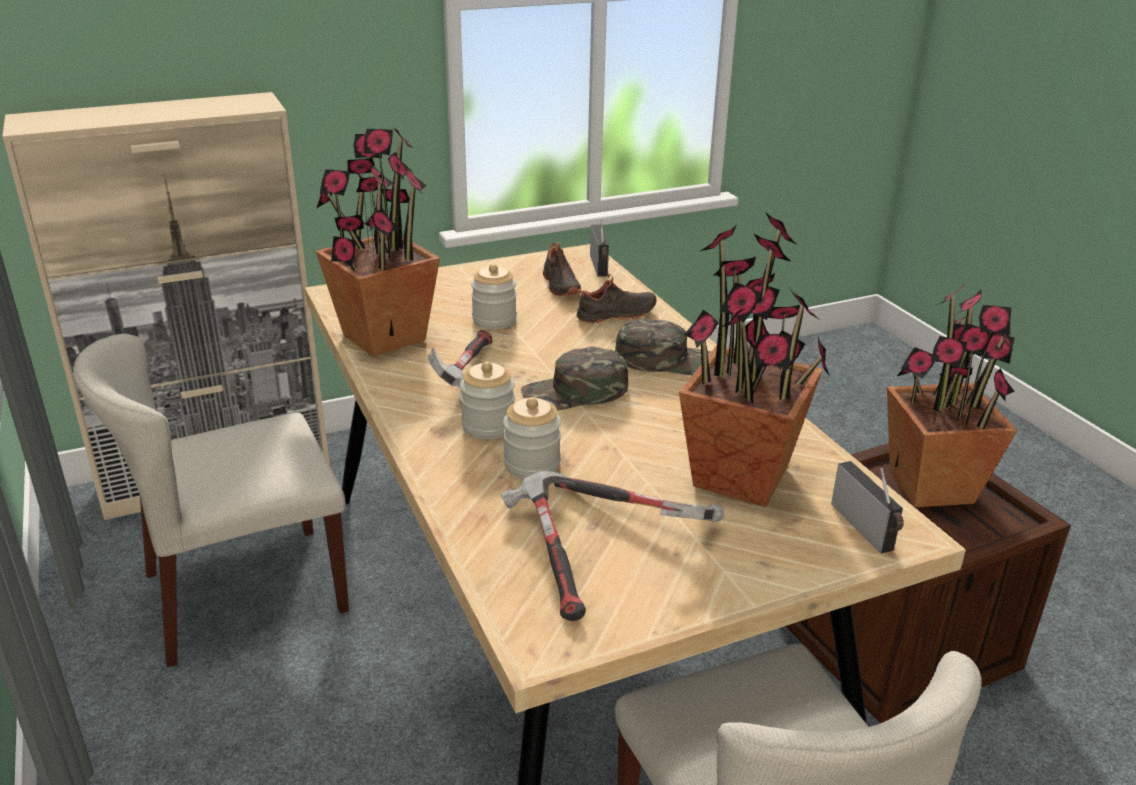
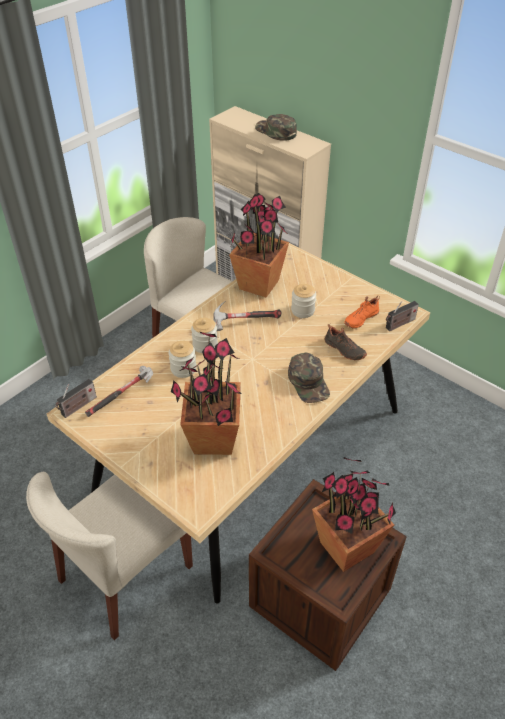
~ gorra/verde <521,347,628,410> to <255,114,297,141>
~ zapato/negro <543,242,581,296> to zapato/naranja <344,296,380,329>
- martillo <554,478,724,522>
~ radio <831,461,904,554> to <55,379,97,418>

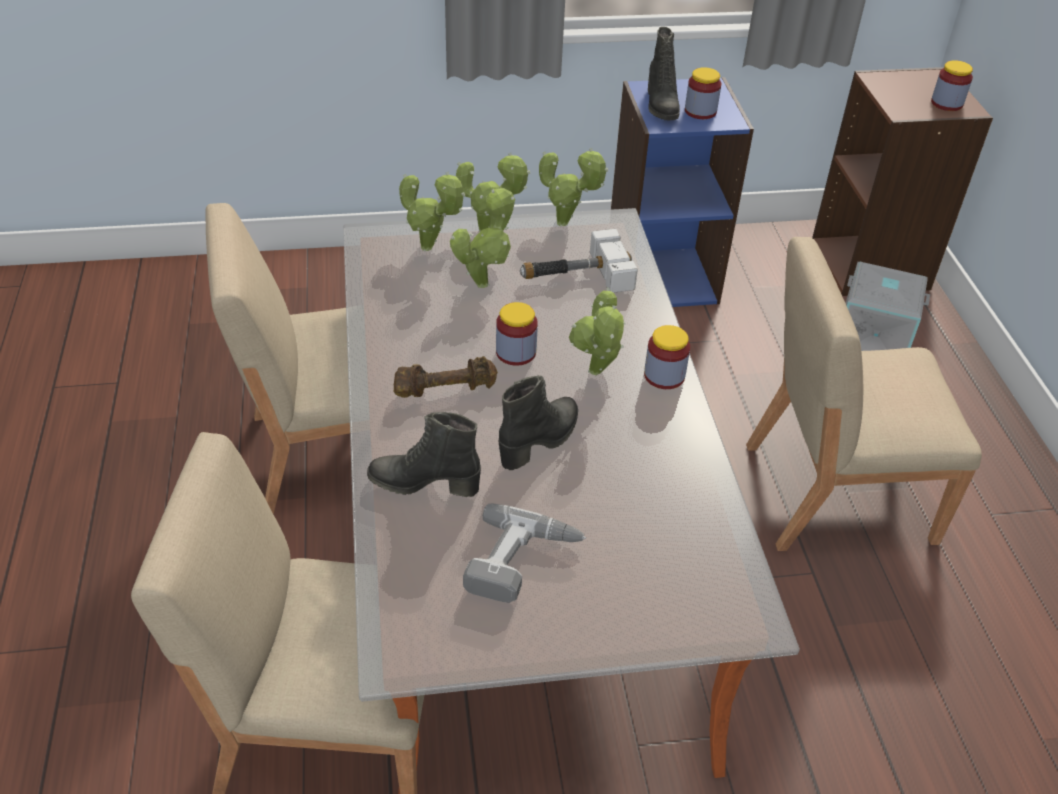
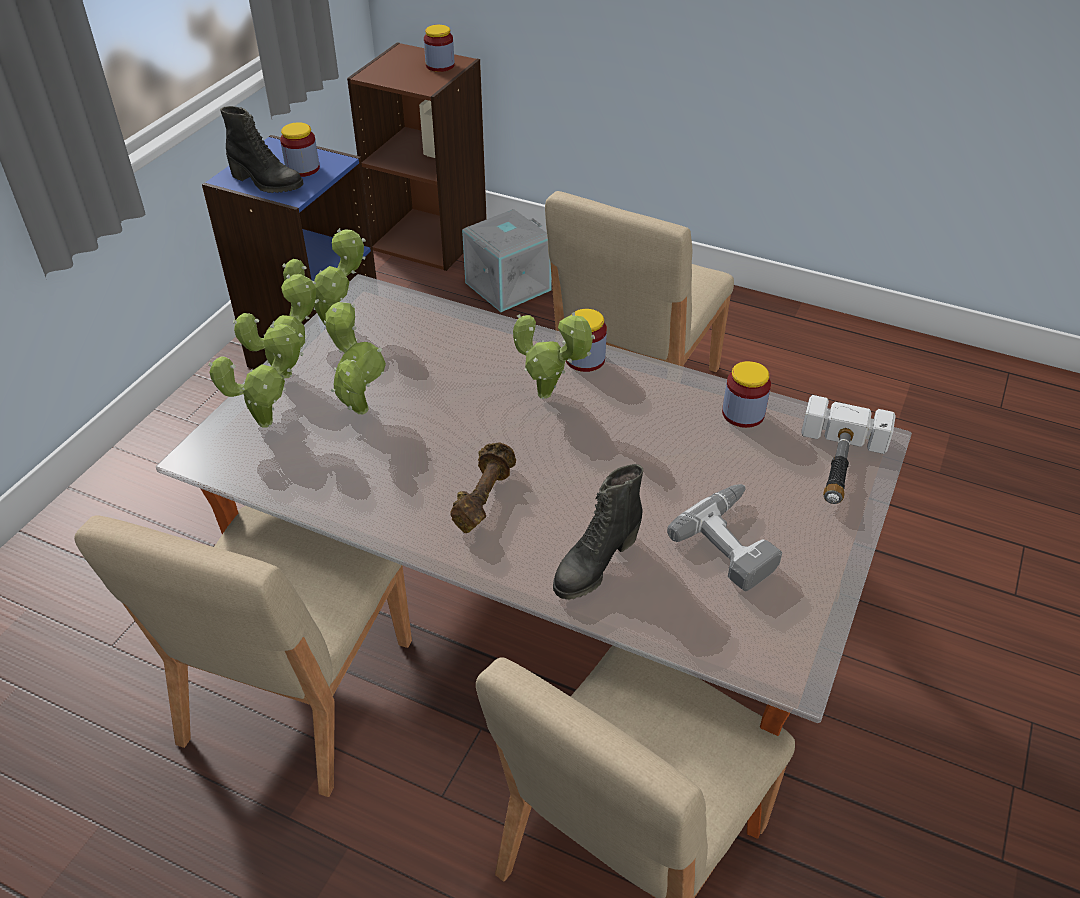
~ tarro <496,302,538,366> to <722,361,771,428>
- bota/negro <499,375,578,470>
~ martillo <520,229,638,293> to <801,395,896,504>

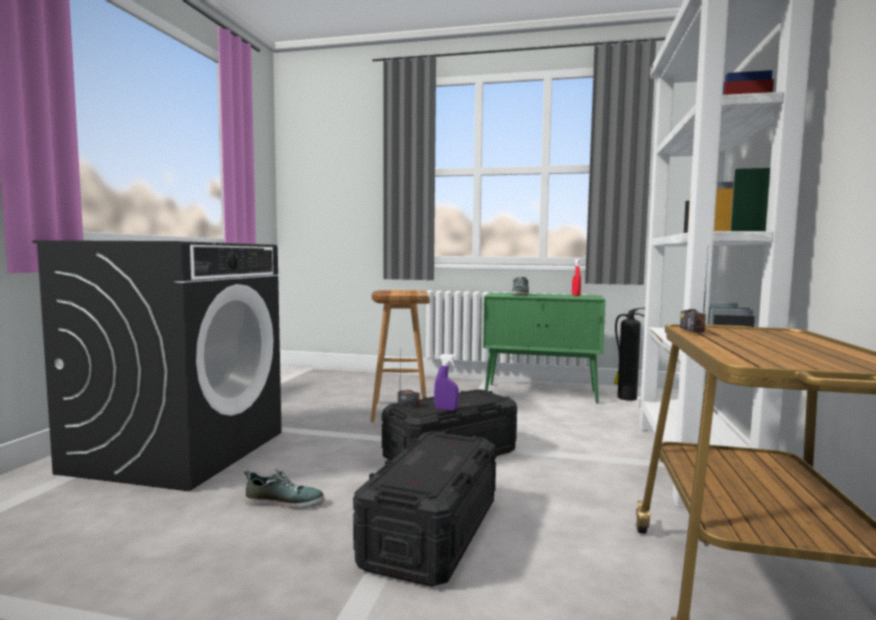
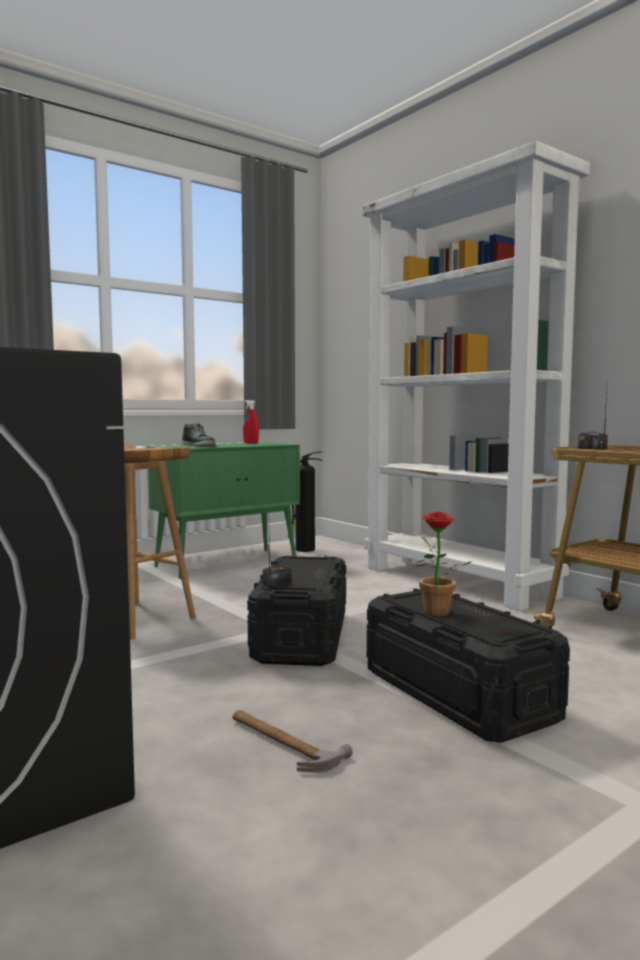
~ zapato <244,469,324,509> to martillo <233,710,353,772>
- pulverizador/morado <434,354,459,411>
+ planta en maceta <416,512,473,617>

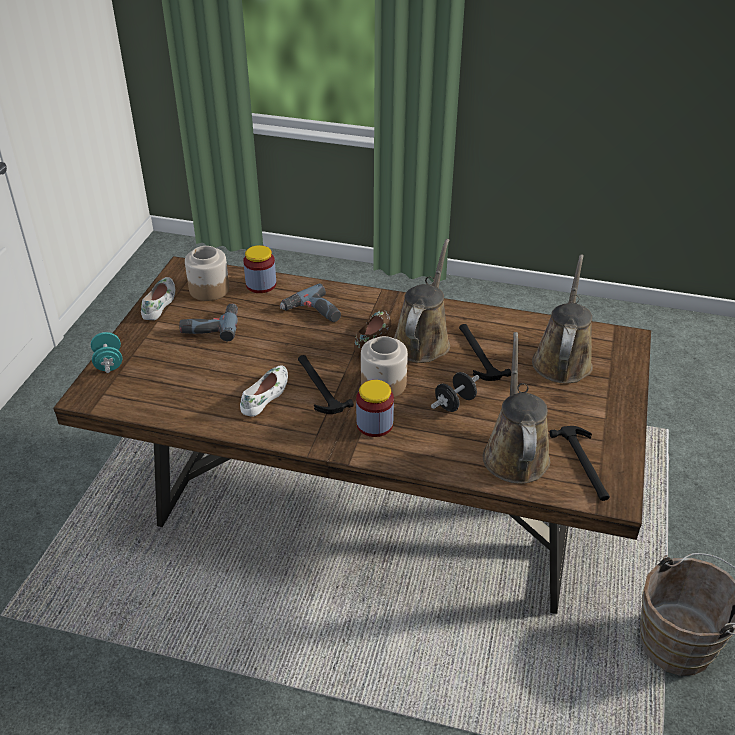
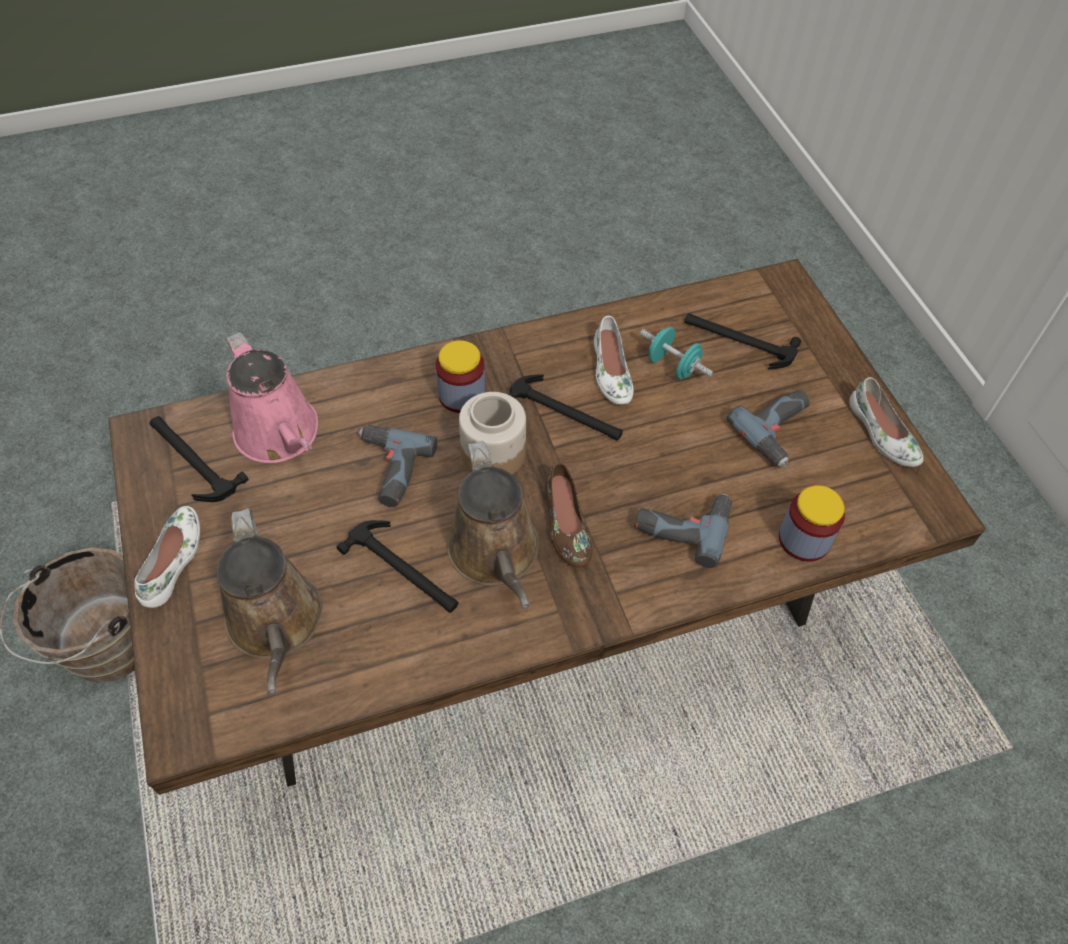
~ mancuerna/turquesa <91,332,122,373> to <640,327,713,379>
- tarro <185,246,229,301>
~ mancuerna/negro <431,372,479,412> to taladro <359,425,437,507>
~ regadera/marrón <483,332,550,484> to regadera/rosa <226,332,318,463>
+ zapato/blanco <134,506,200,608>
+ martillo <684,313,801,369>

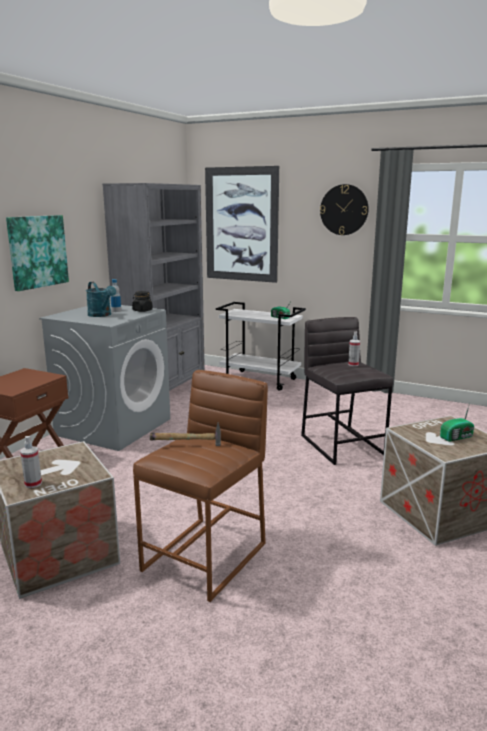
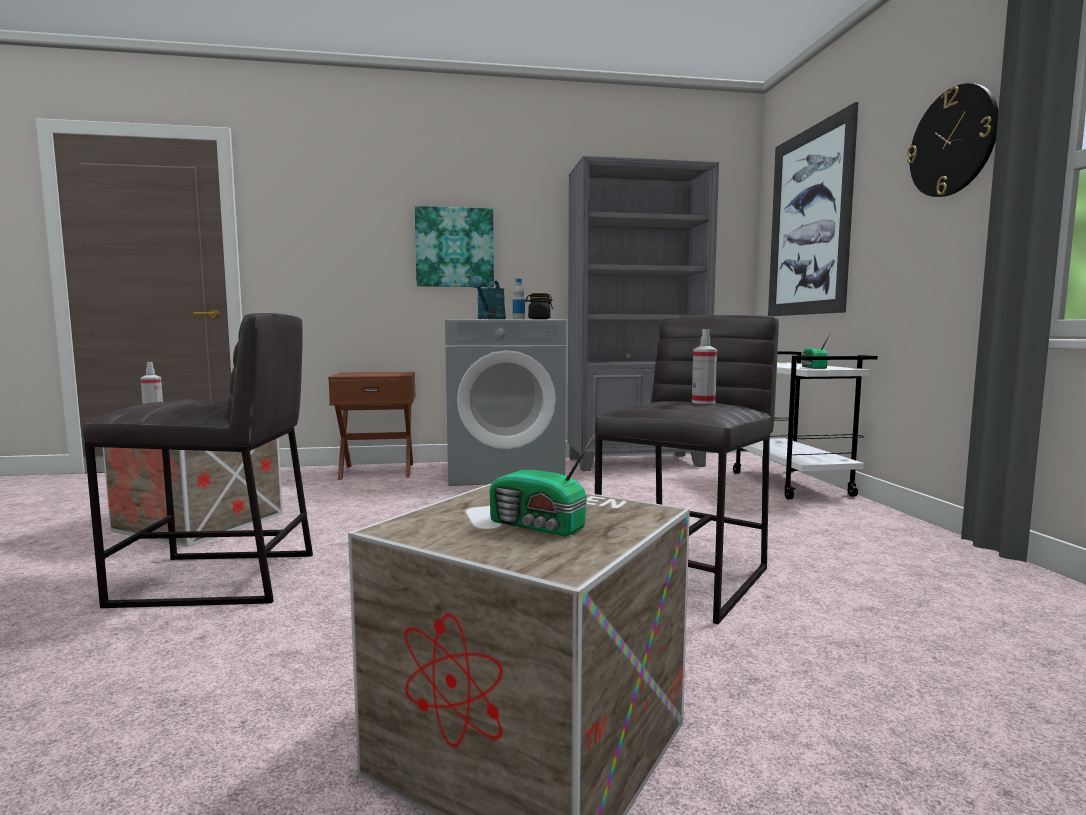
~ taburete/marrón <133,370,268,602> to taburete/gris <83,313,313,608>
- martillo <150,422,221,446>

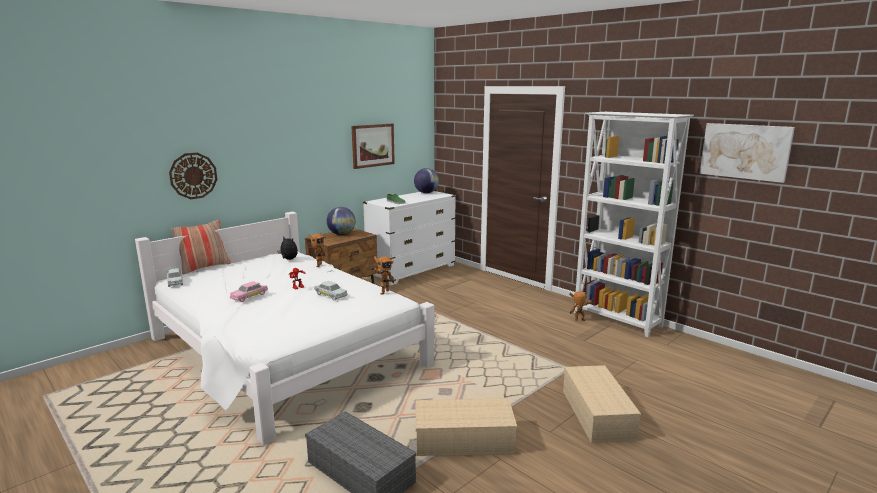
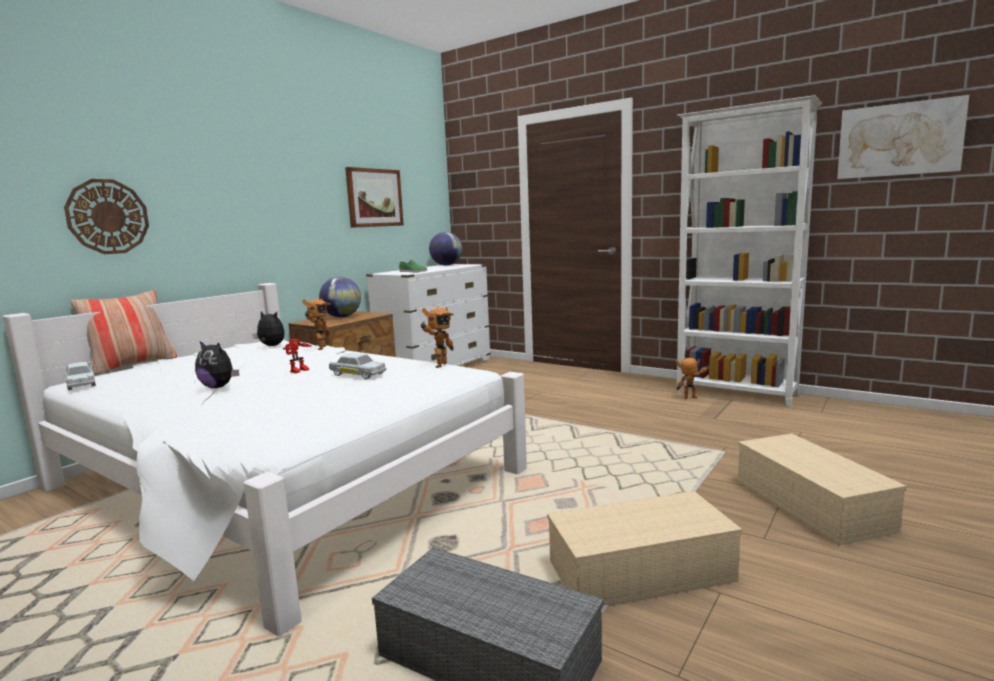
~ coche de juguete/rosa <230,281,268,302> to peluche <195,341,239,388>

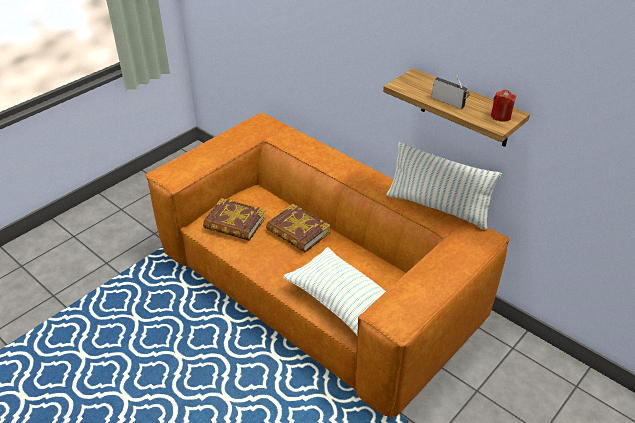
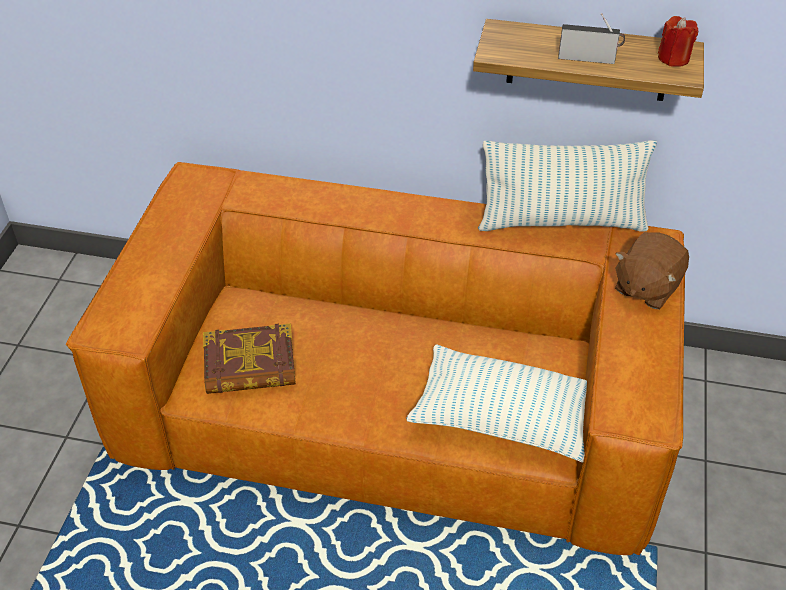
- libro <266,204,331,252>
+ peluche/marrón <615,232,689,309>

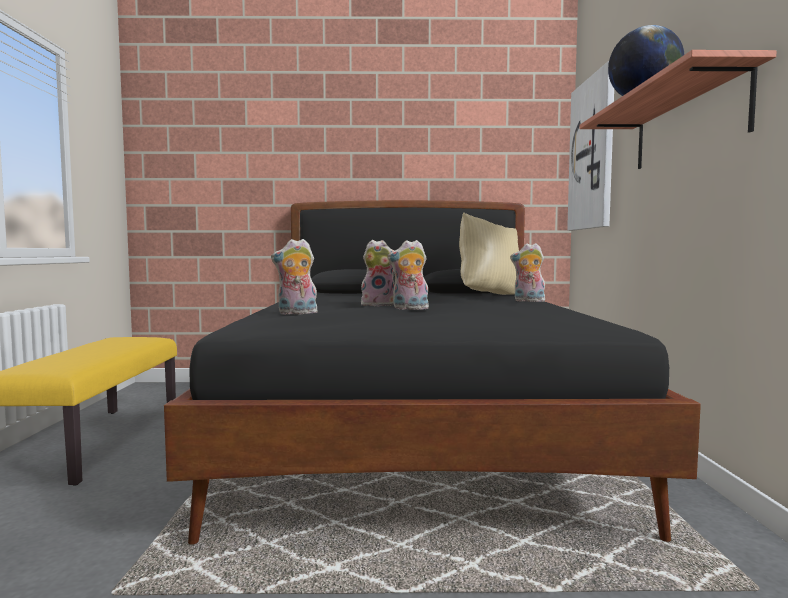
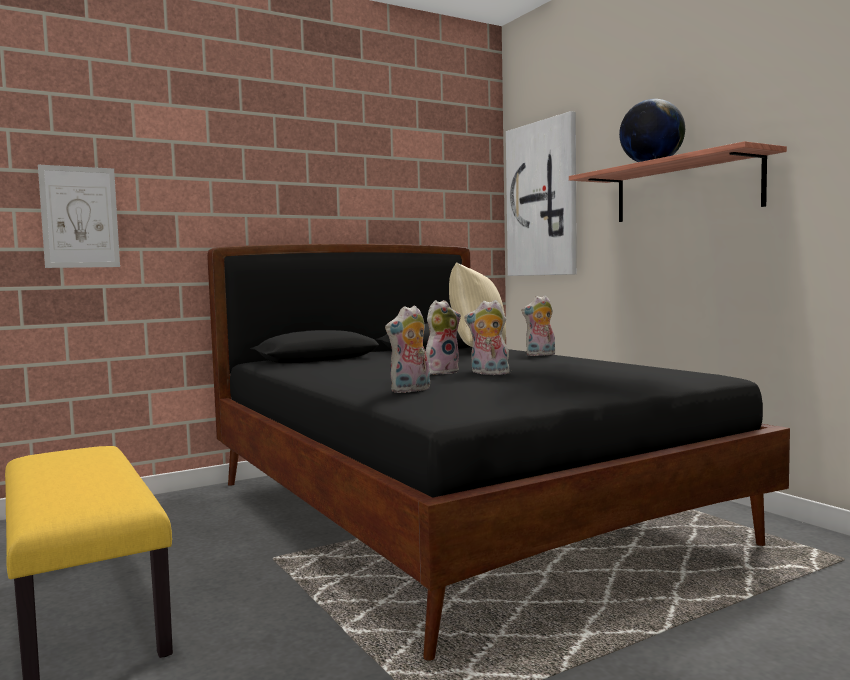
~ peluche <387,240,429,310> = <464,300,511,375> 45 degrees clockwise
+ cuadro <38,165,120,268>

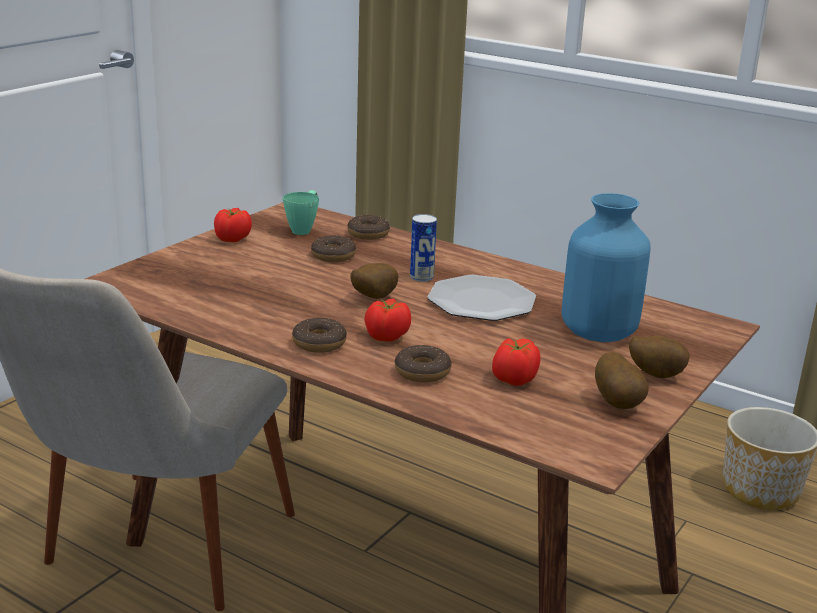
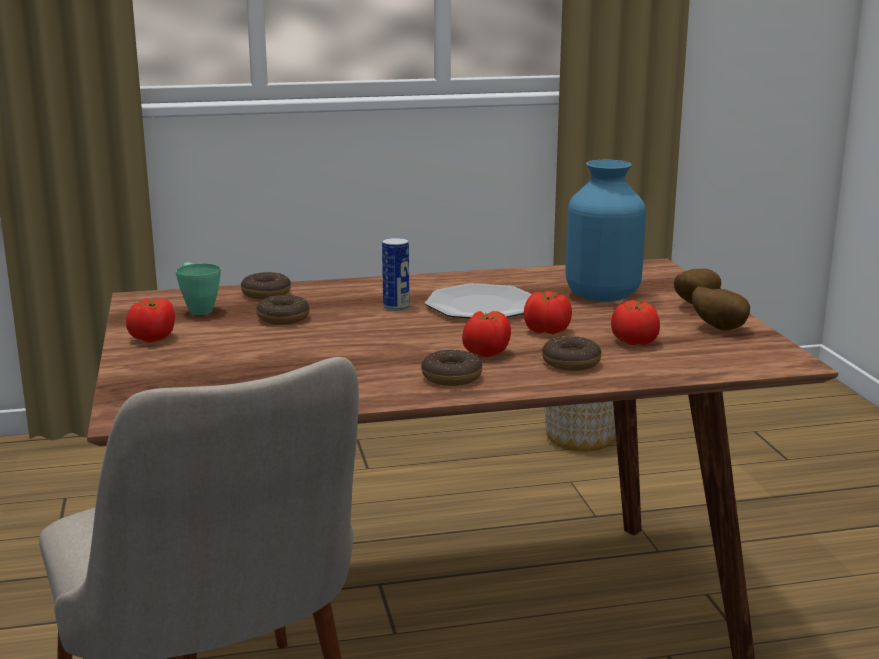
- patata <350,263,399,299>
+ tomate <523,291,572,334>

